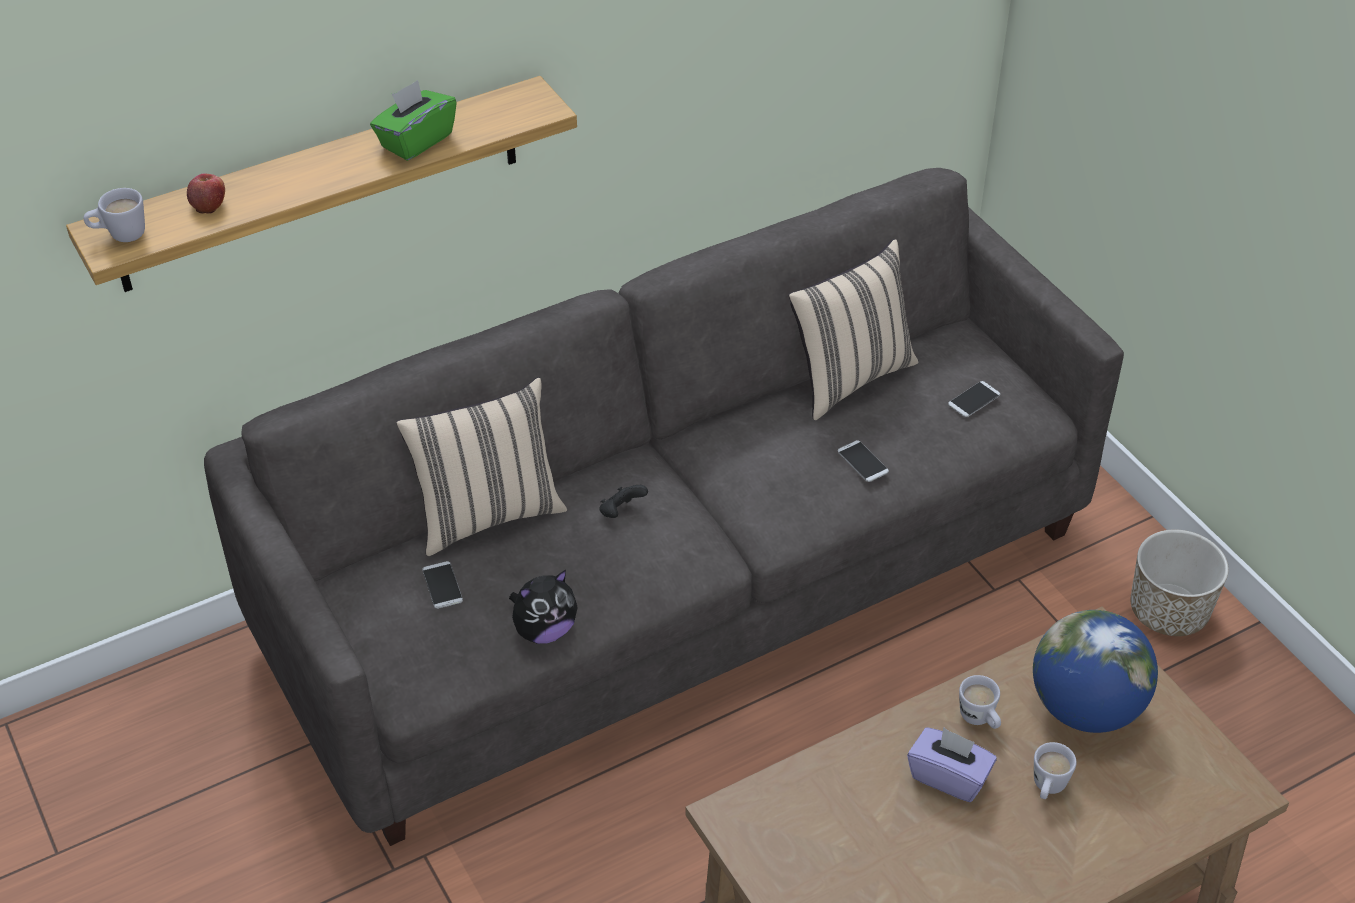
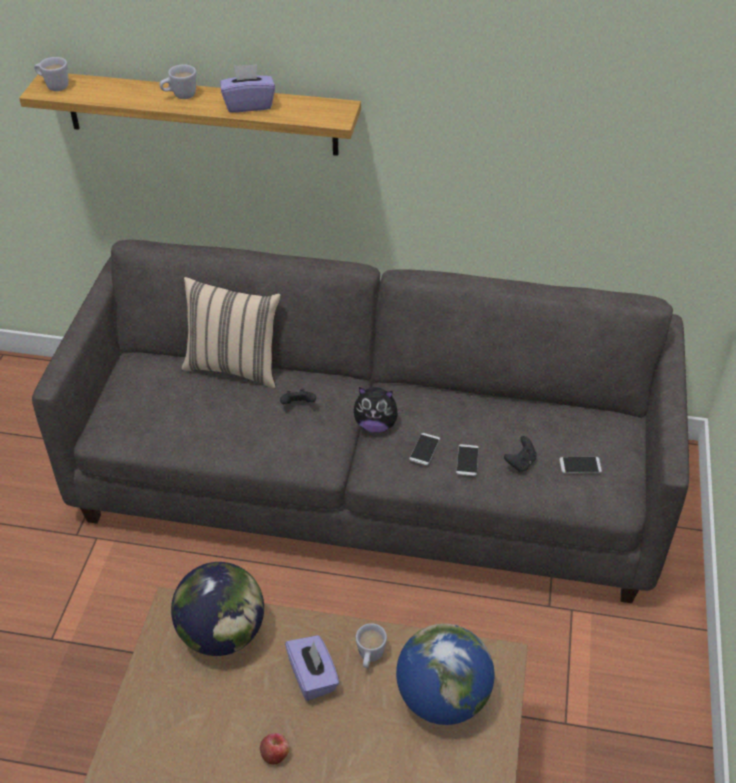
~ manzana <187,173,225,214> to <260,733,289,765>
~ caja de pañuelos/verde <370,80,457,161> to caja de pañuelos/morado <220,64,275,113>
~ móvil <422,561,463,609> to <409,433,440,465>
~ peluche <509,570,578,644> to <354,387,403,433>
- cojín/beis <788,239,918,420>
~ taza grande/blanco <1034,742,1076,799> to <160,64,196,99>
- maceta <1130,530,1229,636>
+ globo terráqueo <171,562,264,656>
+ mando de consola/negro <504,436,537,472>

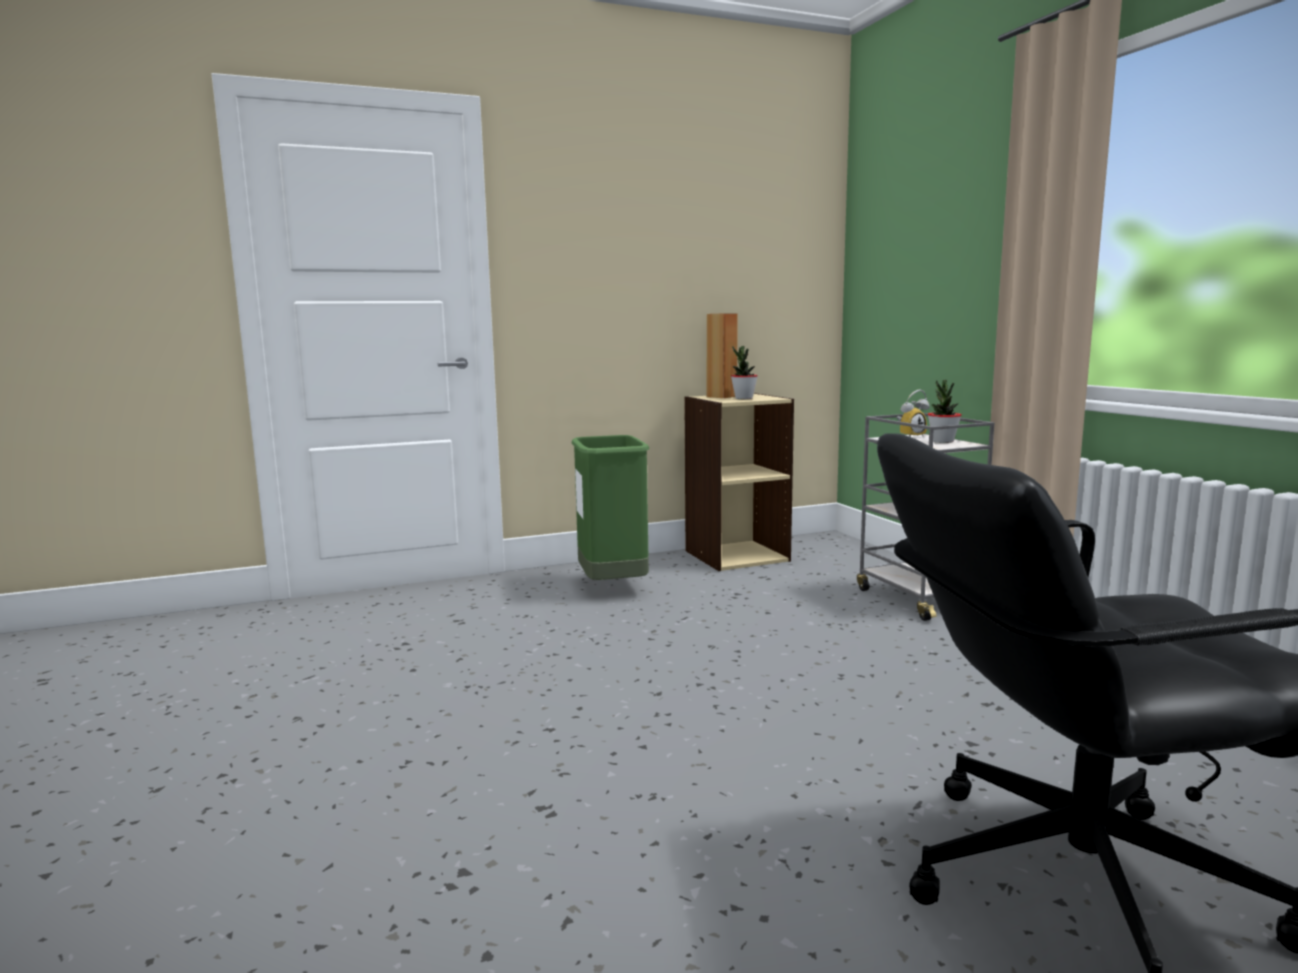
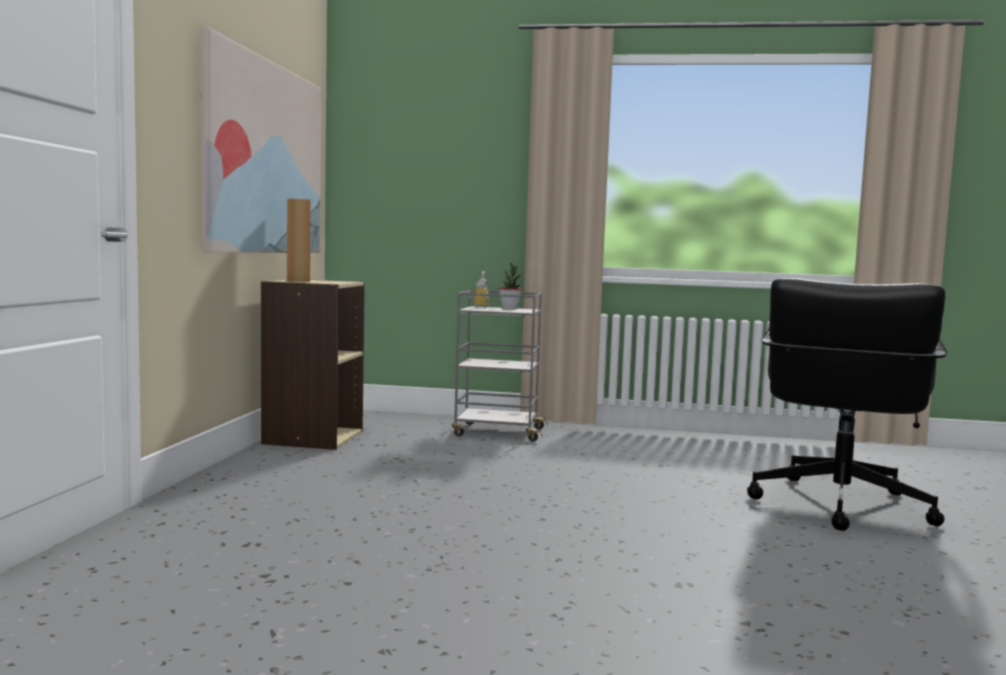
- papelera/verde <571,435,649,580>
- planta en maceta <731,346,758,399>
+ cuadro <200,27,321,253>

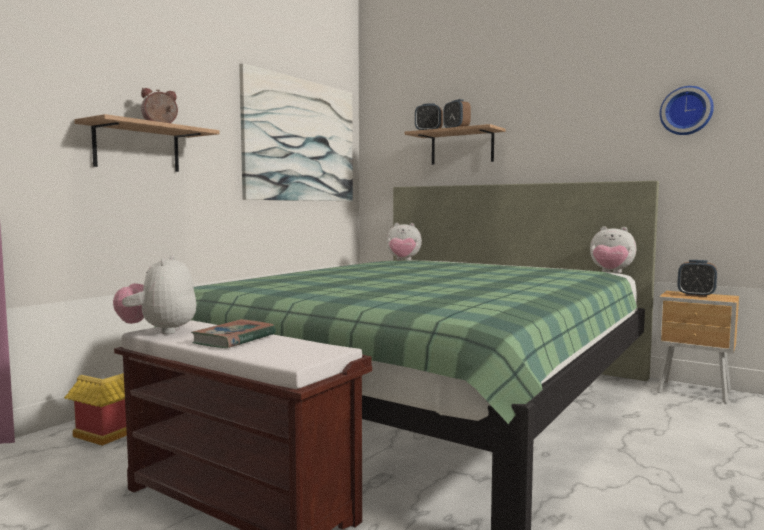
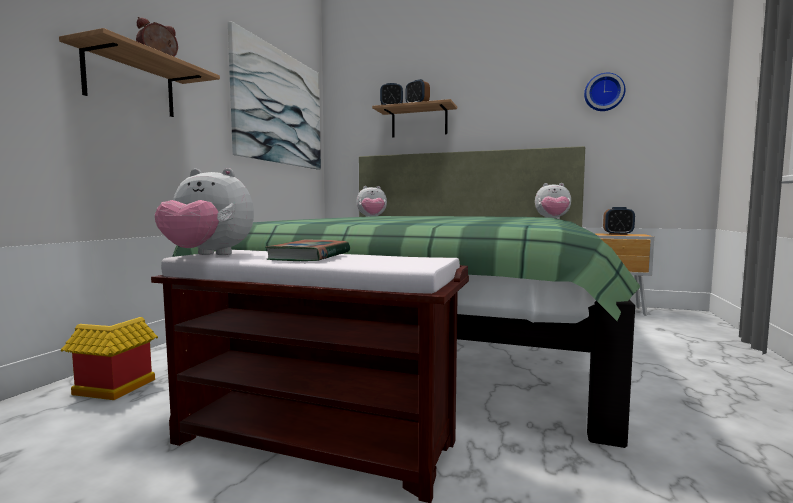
~ peluche <113,255,196,334> = <155,168,254,255> 60 degrees counterclockwise

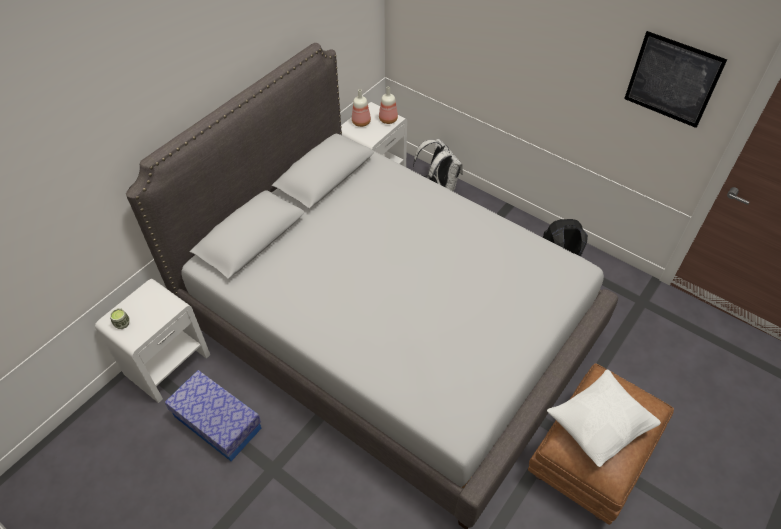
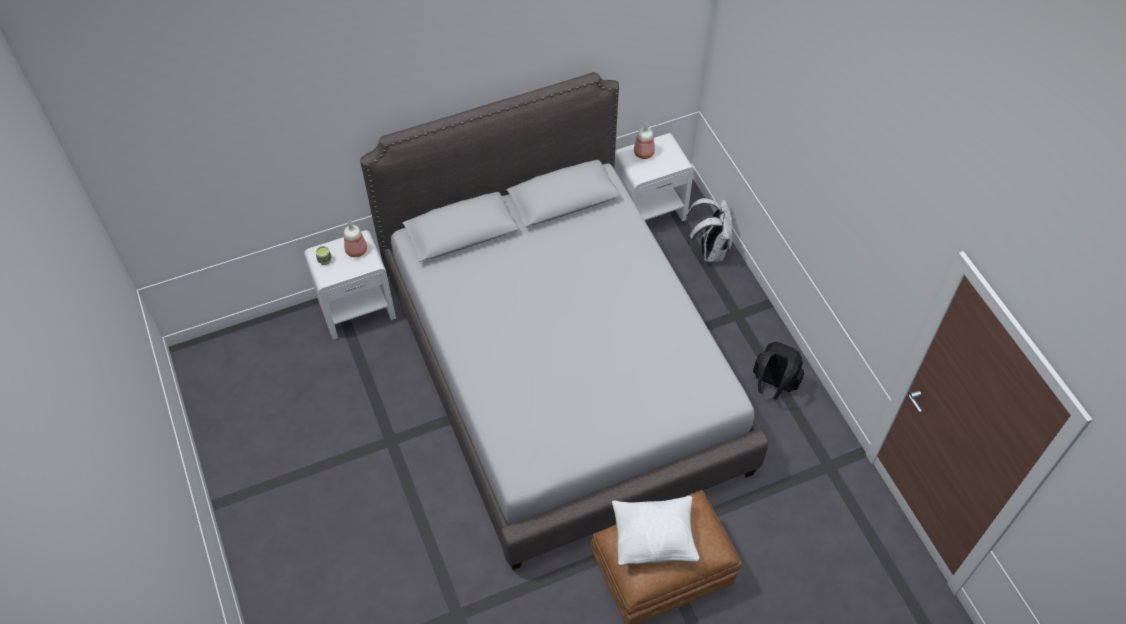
- caja de almacenaje <164,370,262,461>
~ botella <379,87,398,124> to <344,221,367,257>
- cuadro <624,31,727,128>

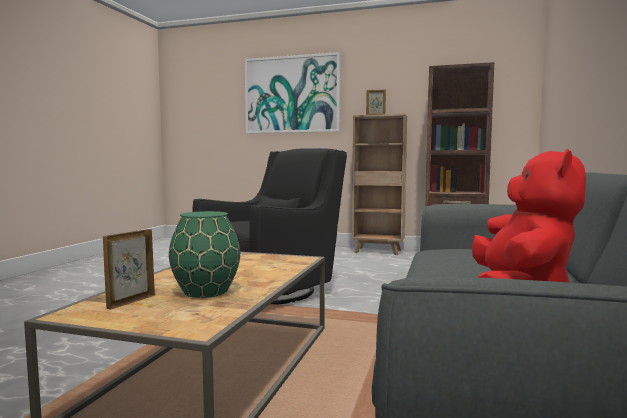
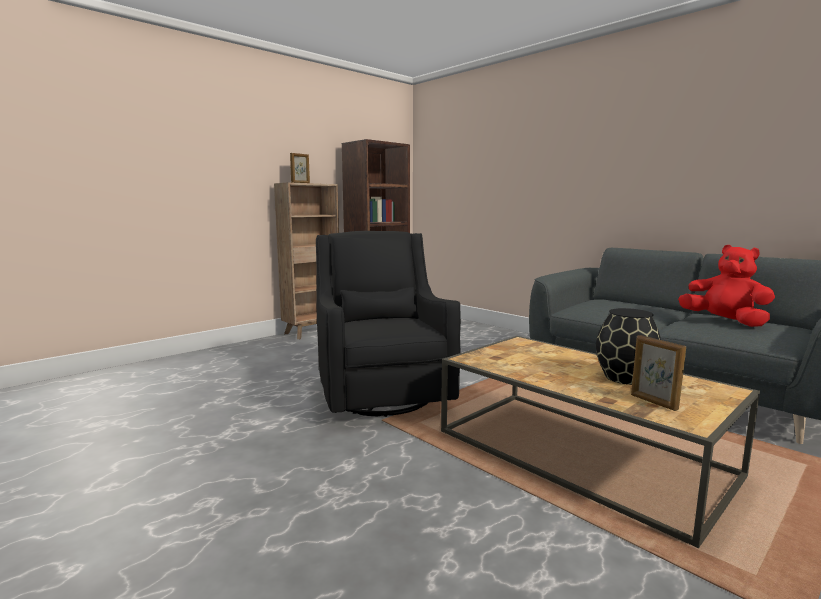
~ florero/verde <169,211,240,298> to florero/negro <596,308,661,385>
- cuadro <245,52,341,134>

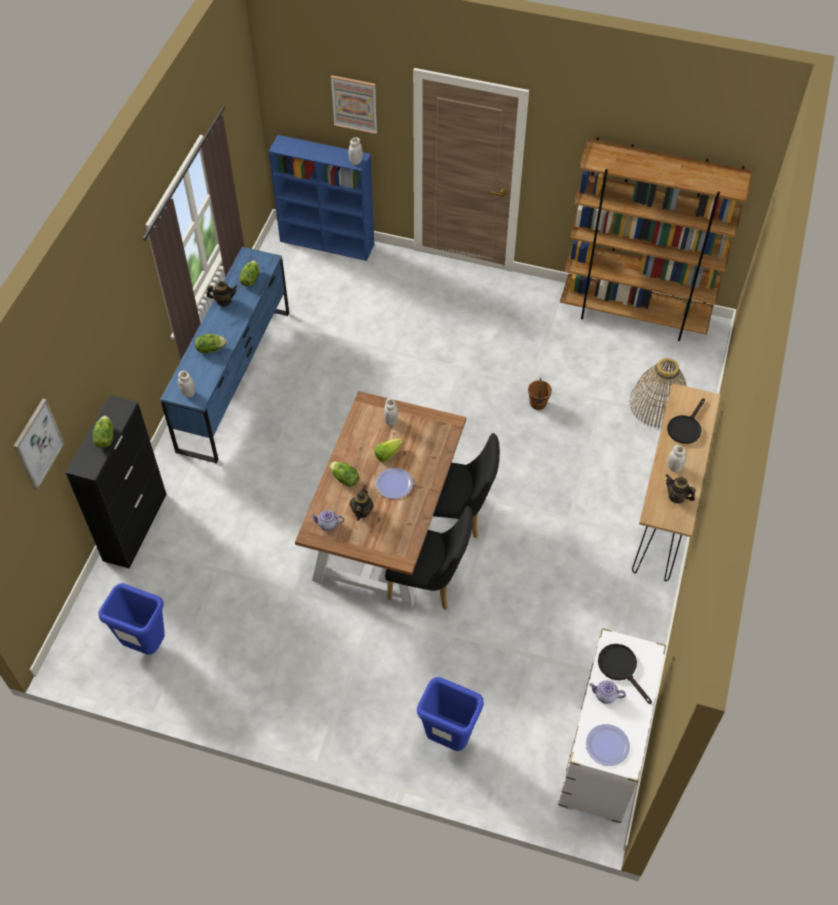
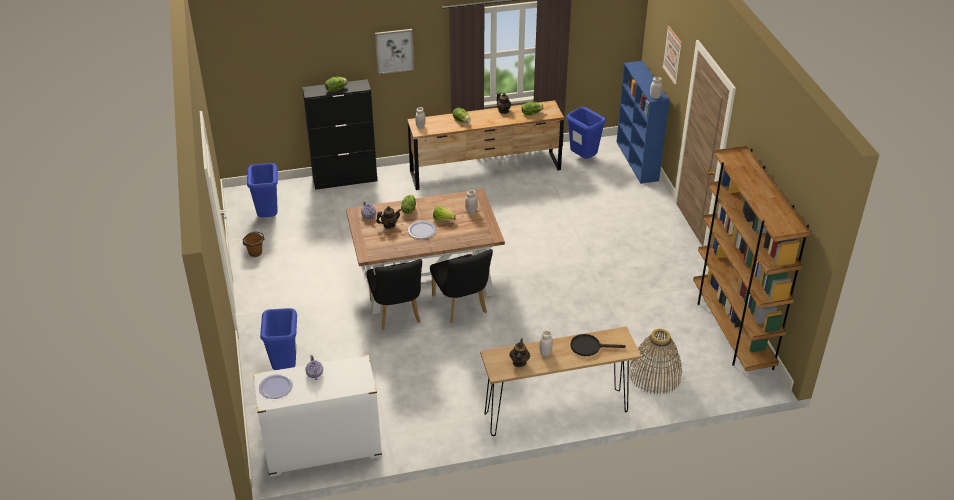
~ cuadro <14,398,65,490> to <375,29,414,74>
~ cómoda/azul <160,247,289,464> to cómoda/marrón <408,100,564,190>
~ cubo/marrón <528,377,552,410> to <243,232,264,257>
- sartén/negro <598,644,652,704>
+ papelera/azul <566,107,606,159>

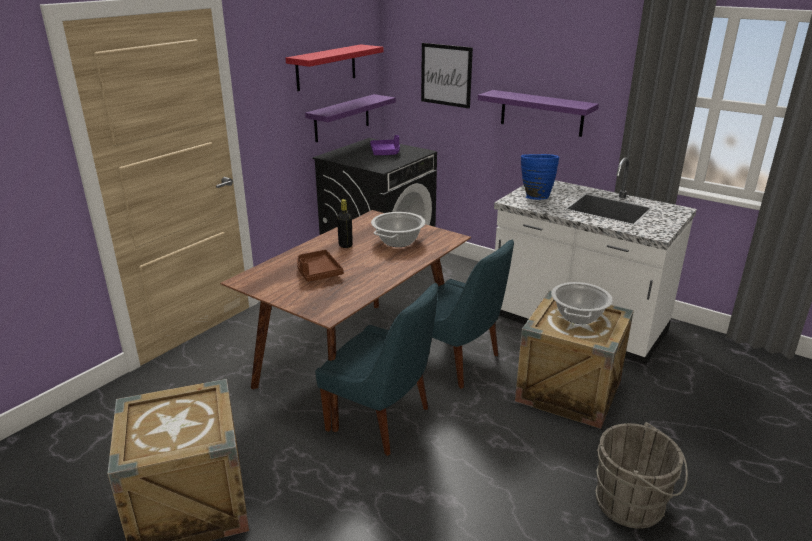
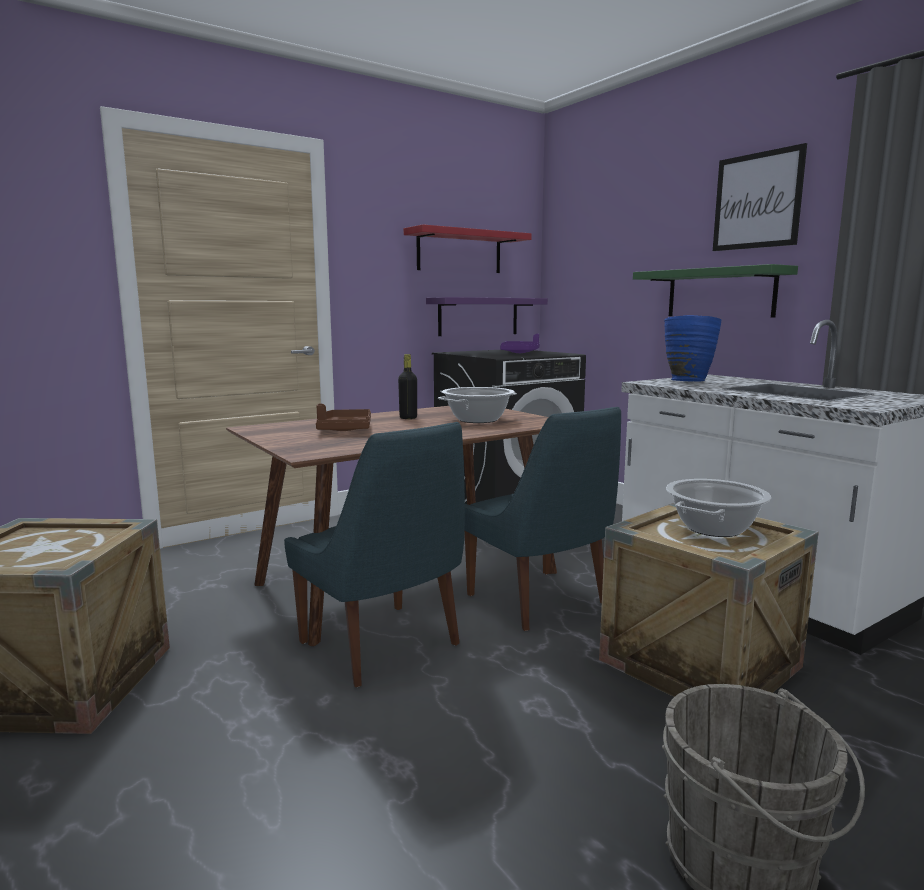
~ cuadro <421,43,473,108> to <713,143,807,251>
~ estante/morado <478,90,599,137> to estante/verde <633,264,798,317>

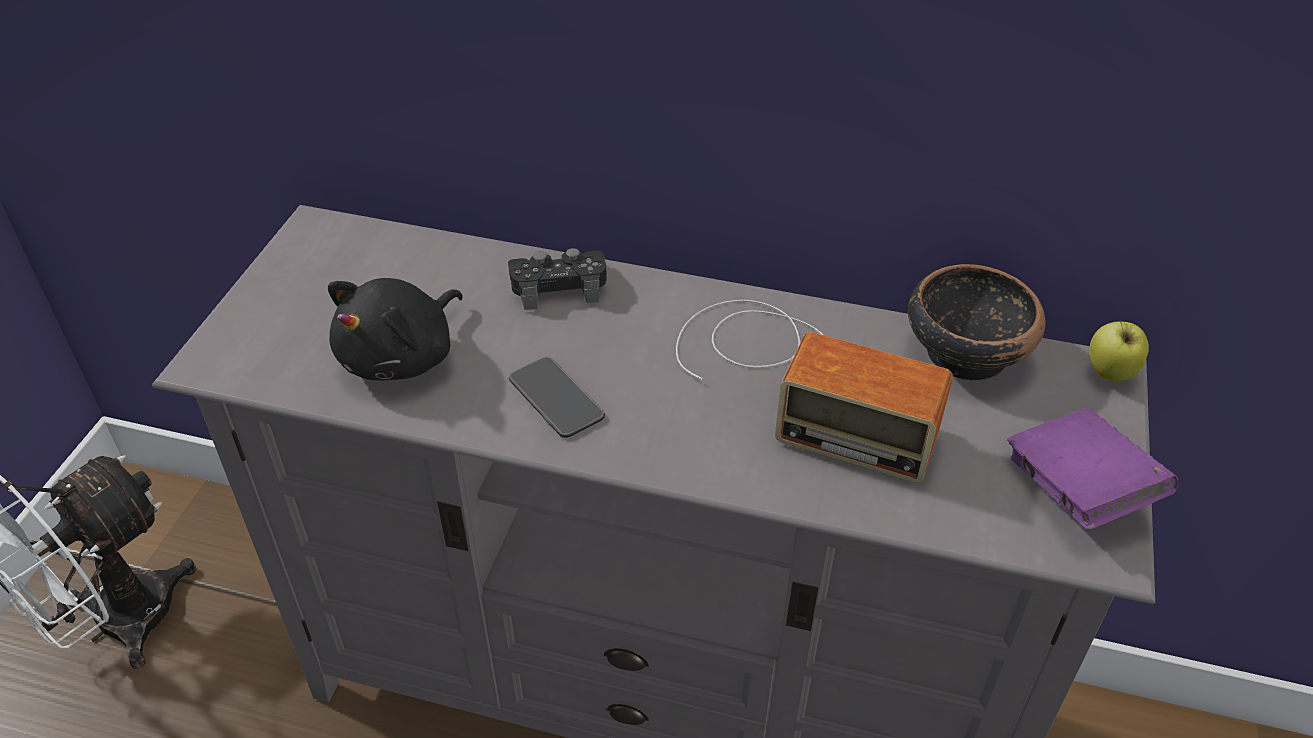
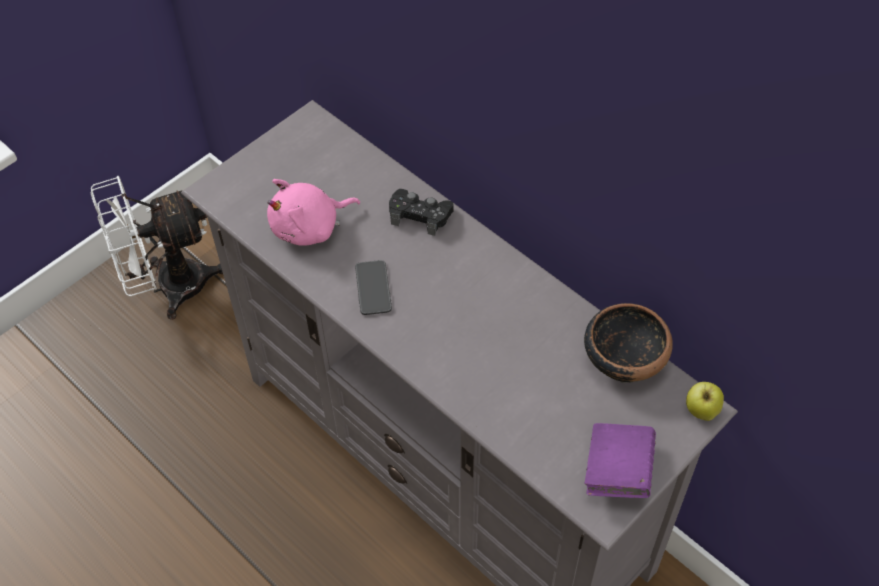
~ peluche/negro <328,278,463,380> to peluche/rosa <267,179,360,246>
- radio <676,300,953,483>

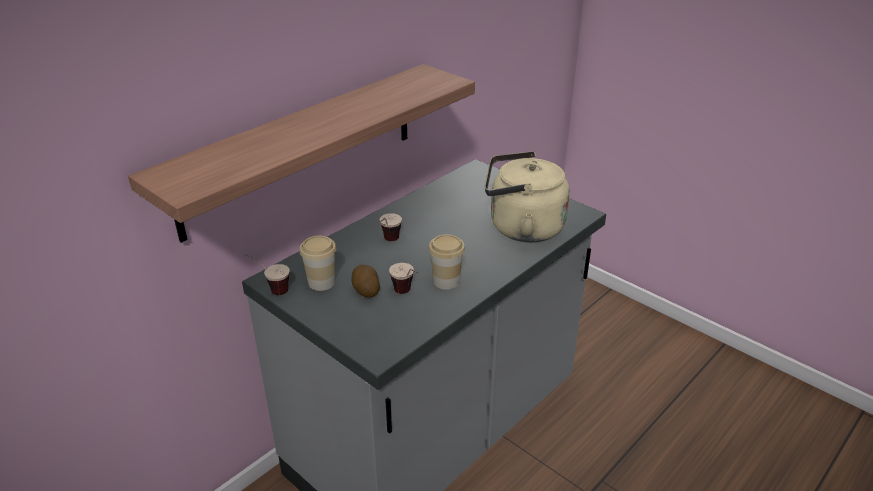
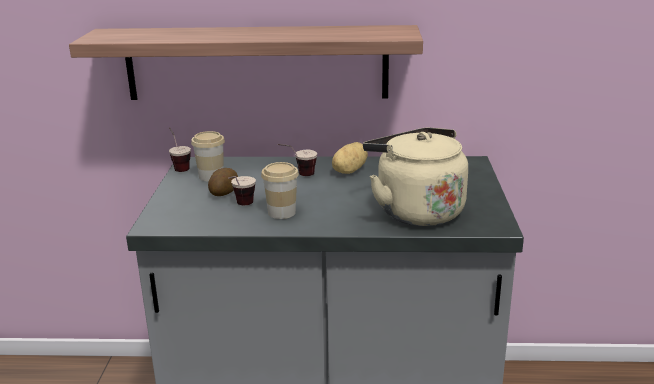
+ patata <332,142,368,174>

